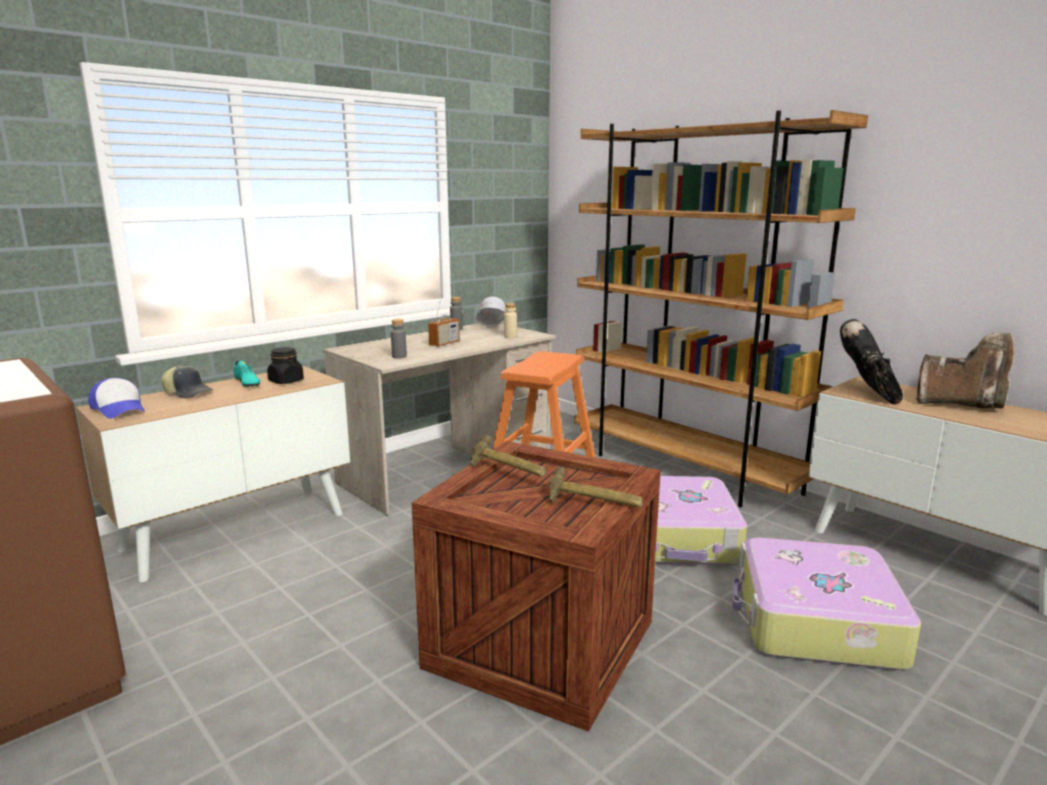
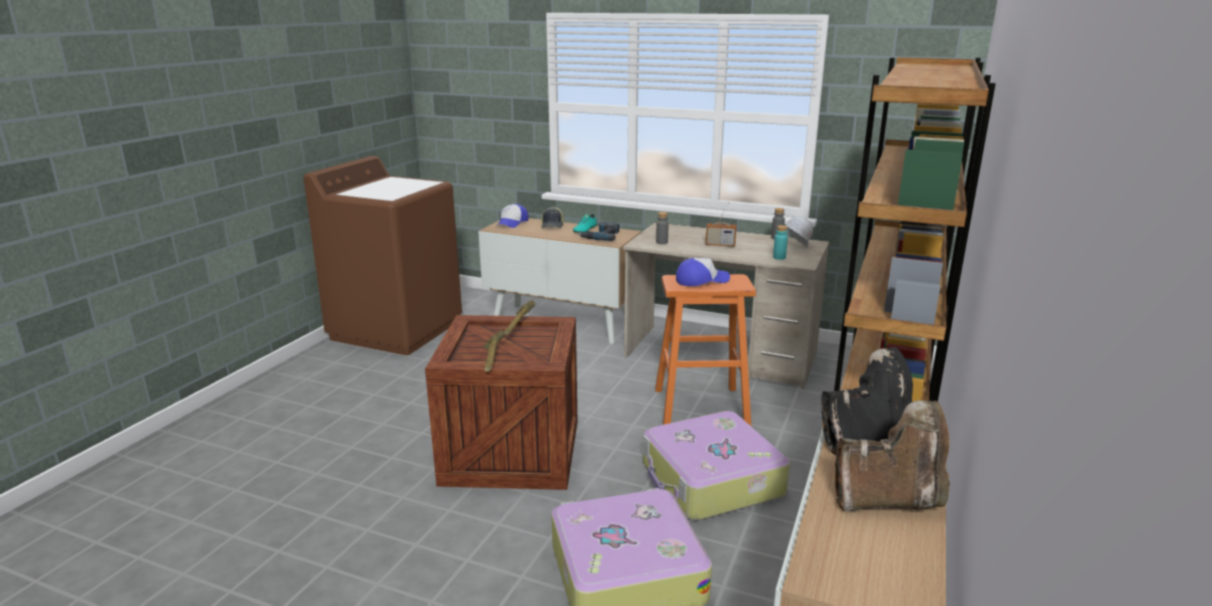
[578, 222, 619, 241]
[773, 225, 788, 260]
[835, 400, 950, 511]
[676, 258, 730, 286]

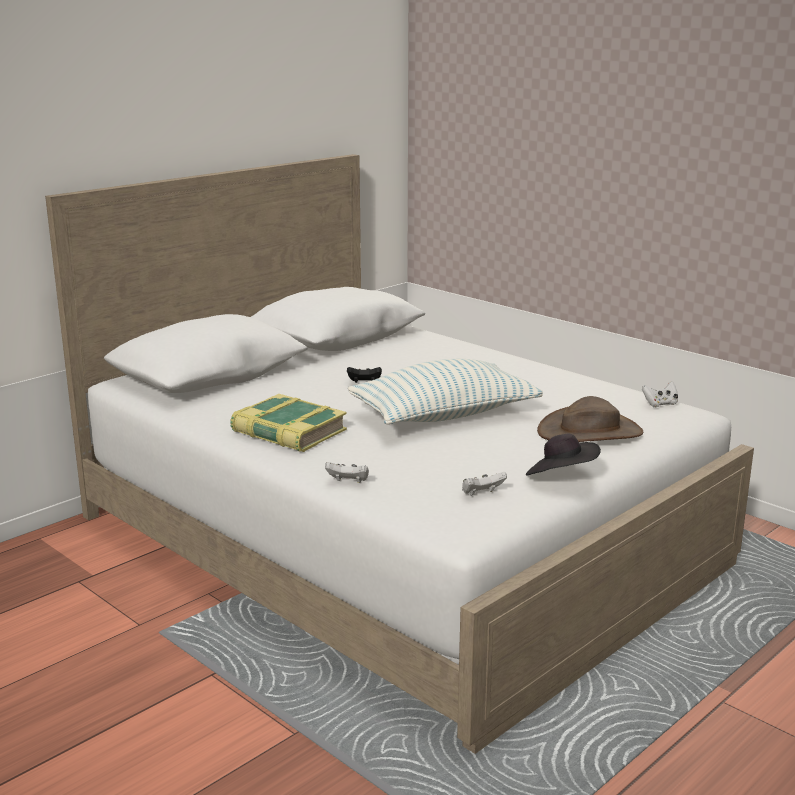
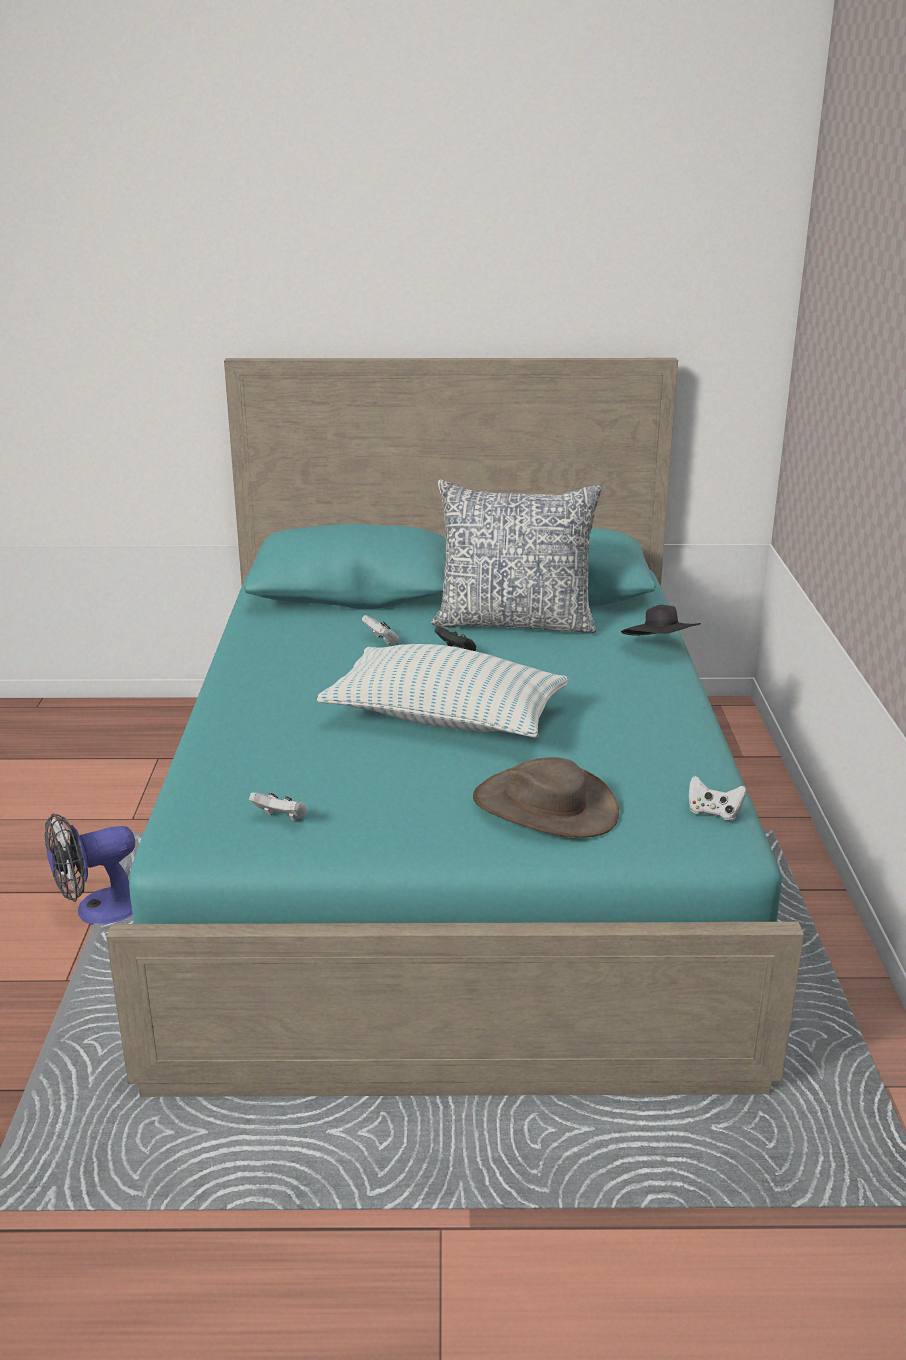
[106, 358, 804, 1097]
[230, 394, 347, 452] (first image)
[362, 615, 399, 645]
[621, 605, 701, 636]
[45, 813, 135, 925]
[431, 479, 602, 633]

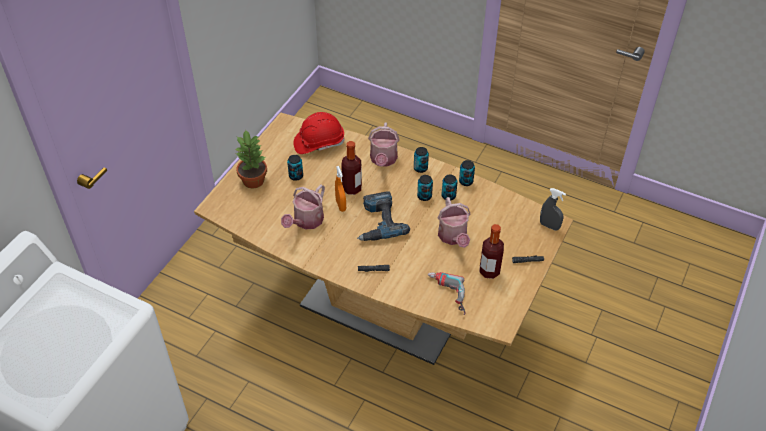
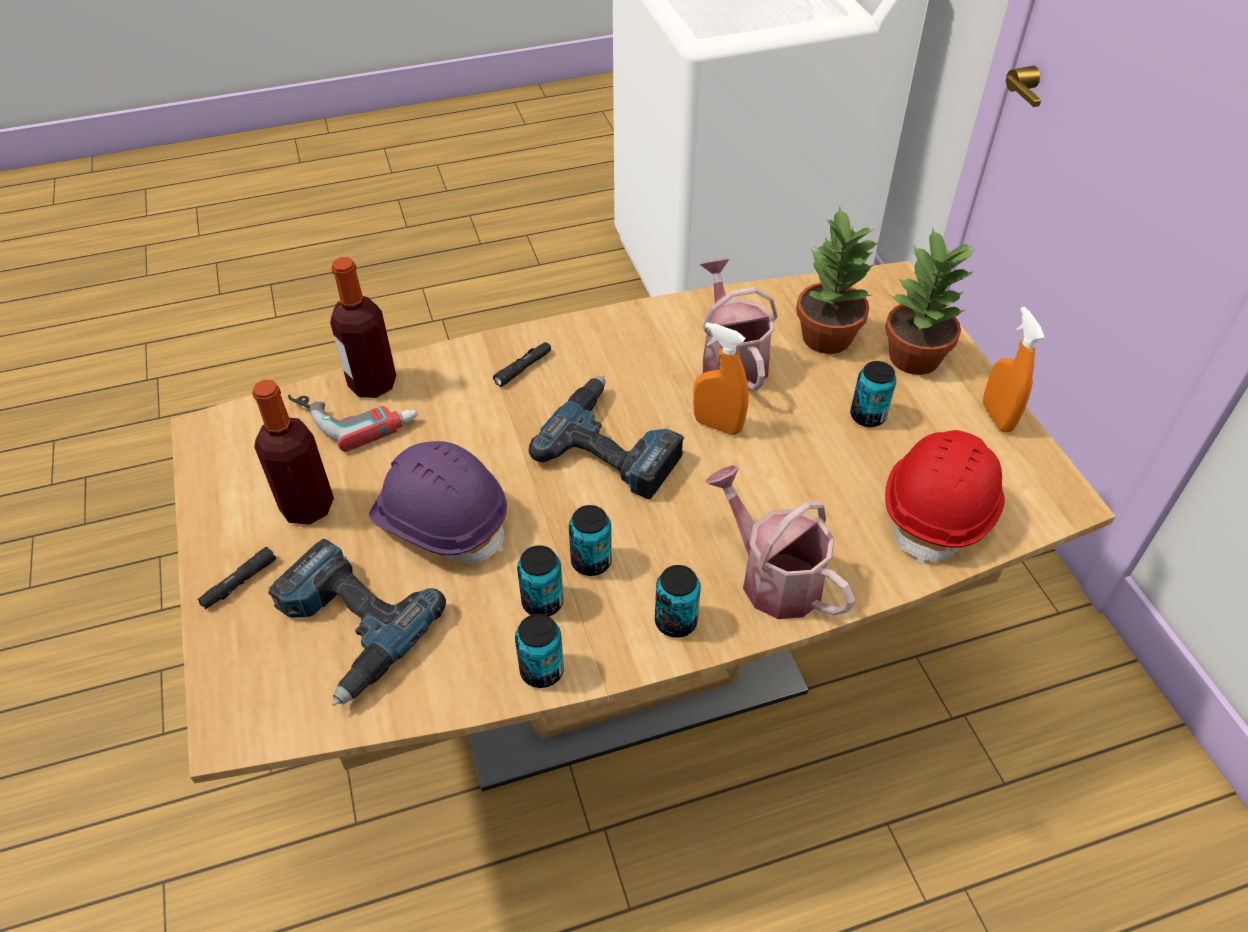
[330, 257, 396, 398]
[369, 441, 507, 563]
[540, 188, 566, 231] (first image)
[268, 539, 446, 706]
[796, 207, 880, 354]
[983, 307, 1045, 432]

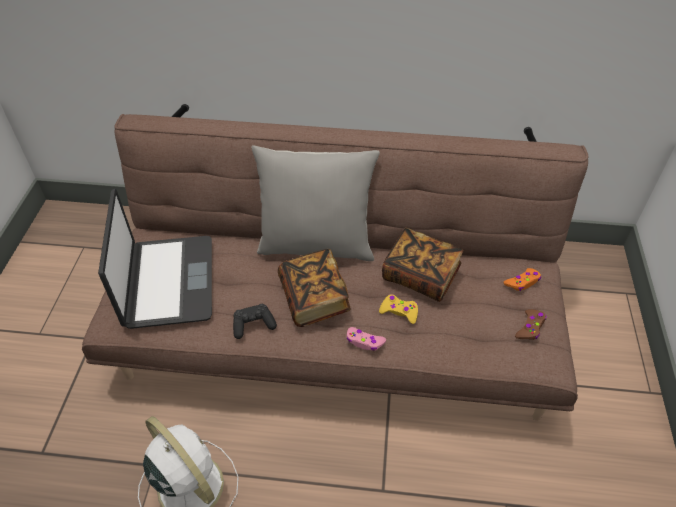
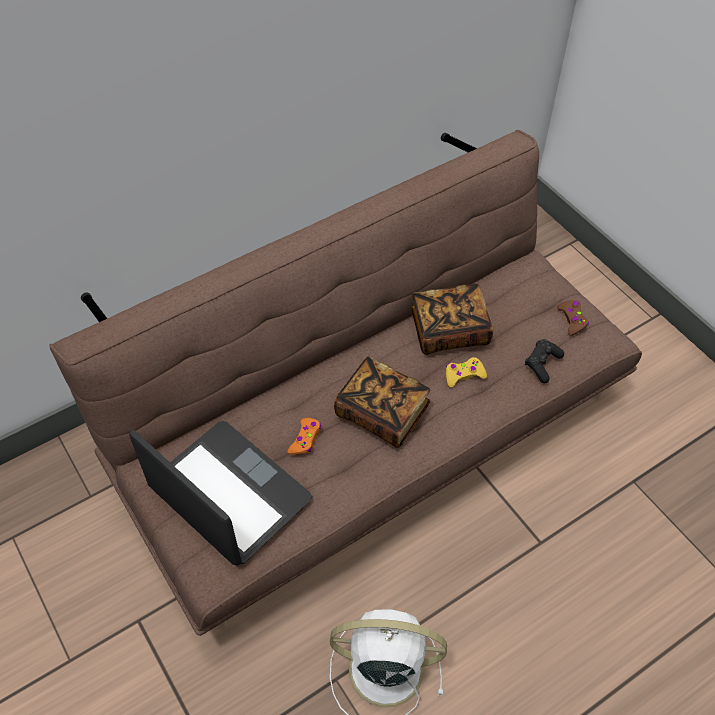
[525, 339, 564, 383]
[251, 145, 380, 261] (first image)
[347, 327, 386, 351] (first image)
[287, 418, 321, 455]

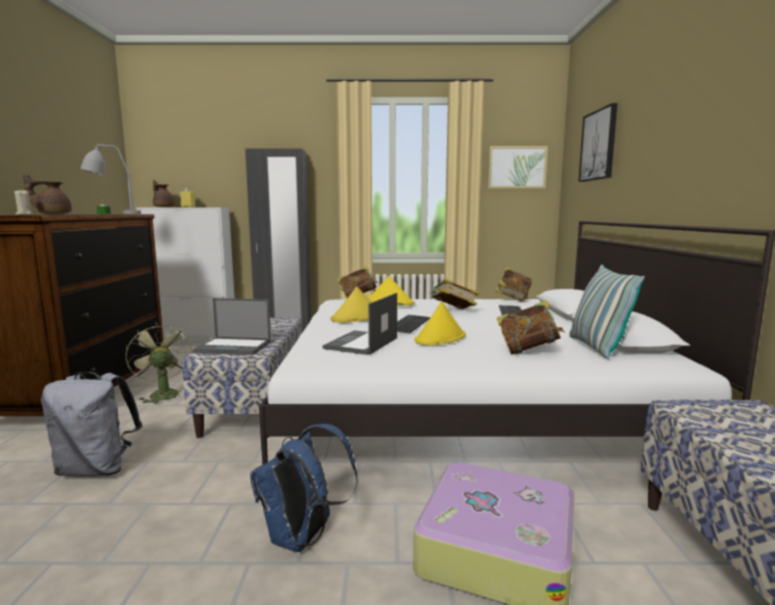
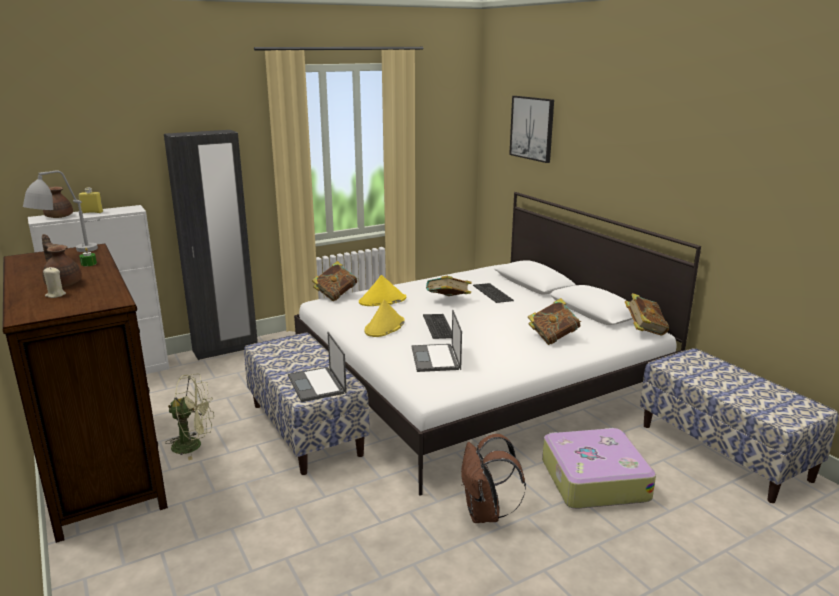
[42, 234, 82, 287]
[41, 372, 142, 477] (first image)
[165, 374, 214, 460]
[288, 332, 347, 402]
[461, 434, 526, 523]
[415, 301, 466, 345] (first image)
[488, 146, 548, 189] (first image)
[625, 293, 669, 335]
[570, 265, 645, 359] (first image)

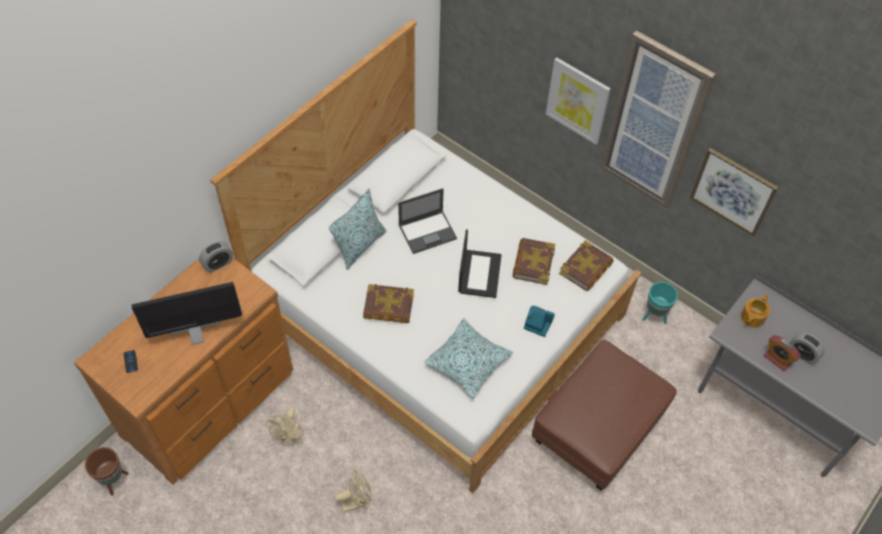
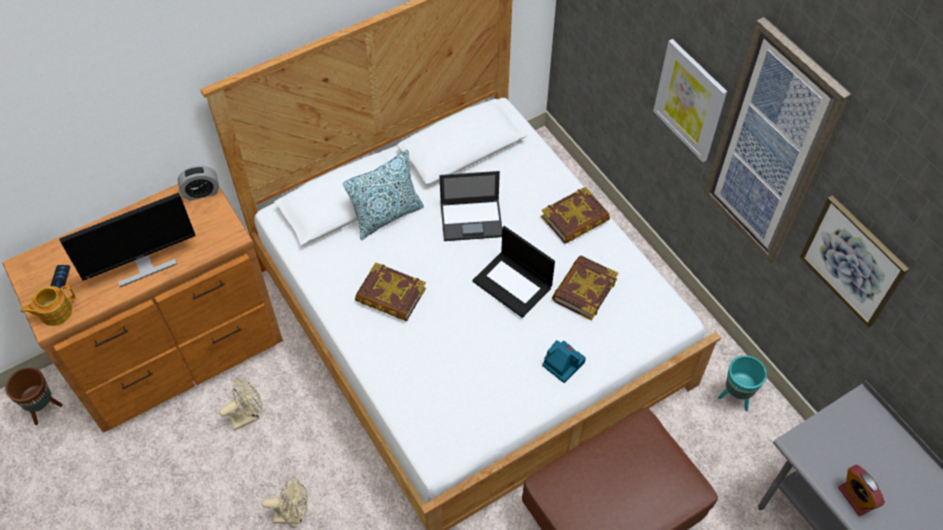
[59, 192, 196, 287]
[219, 378, 263, 430]
[424, 318, 513, 398] (first image)
[472, 226, 555, 318]
[541, 187, 610, 244]
[21, 285, 76, 326]
[790, 332, 825, 364] (first image)

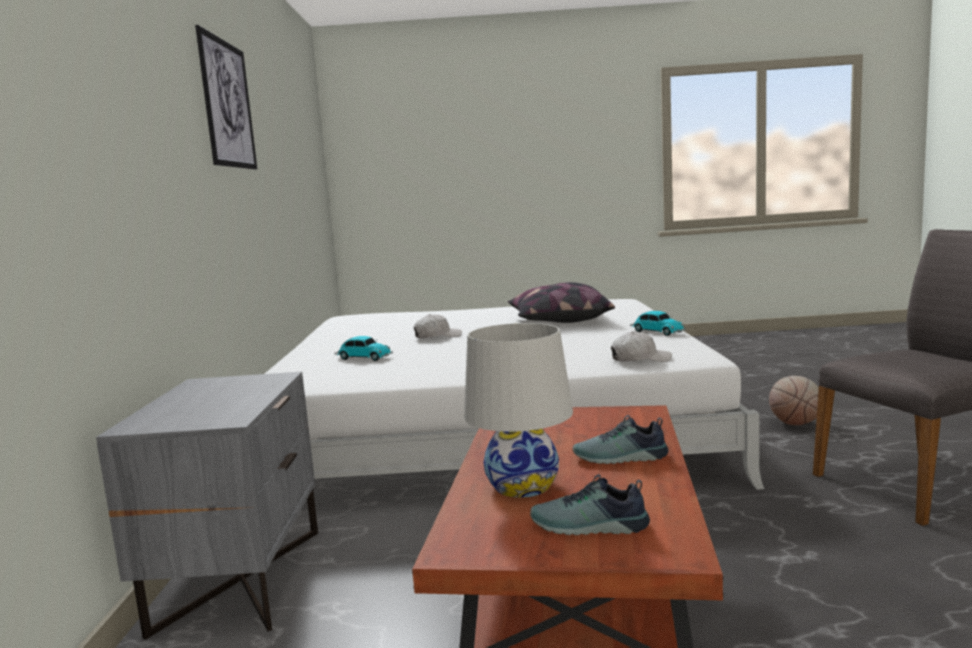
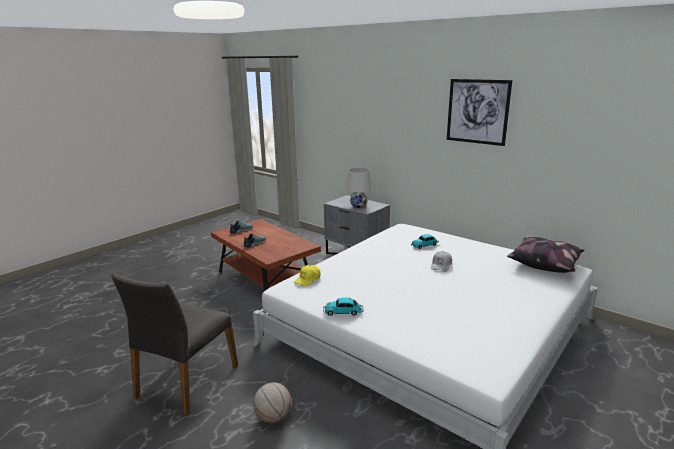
[346, 168, 371, 208]
[507, 237, 584, 273]
[294, 265, 321, 287]

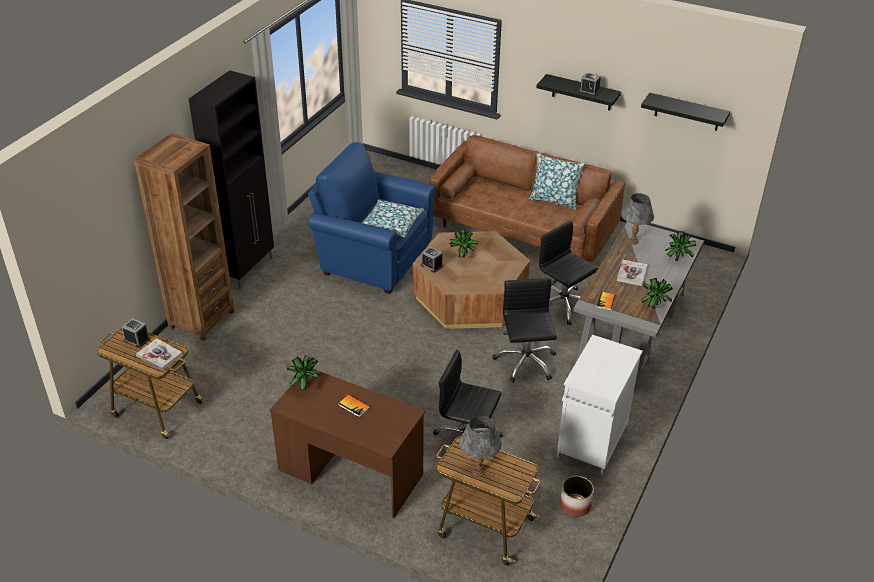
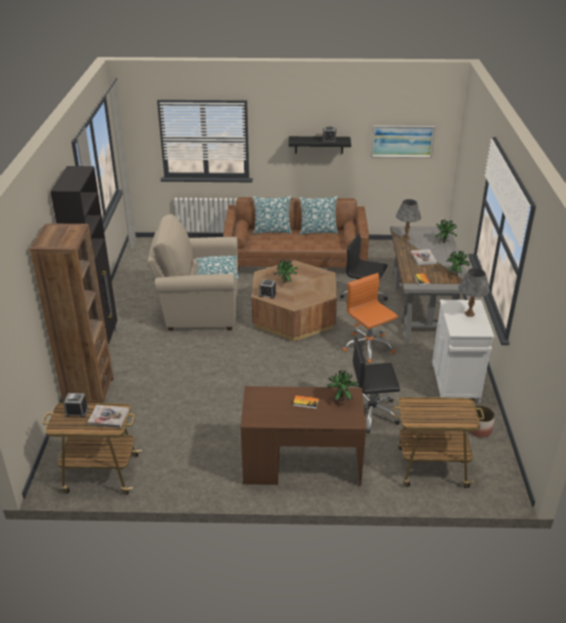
[327, 370, 359, 401]
[147, 214, 238, 331]
[458, 268, 490, 317]
[343, 273, 398, 363]
[371, 126, 435, 158]
[253, 196, 292, 234]

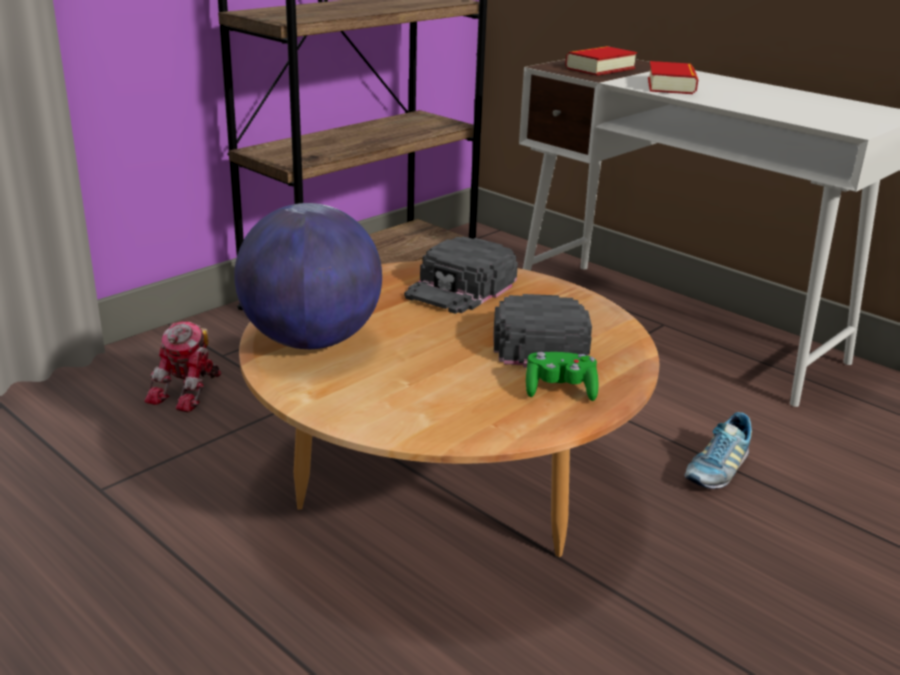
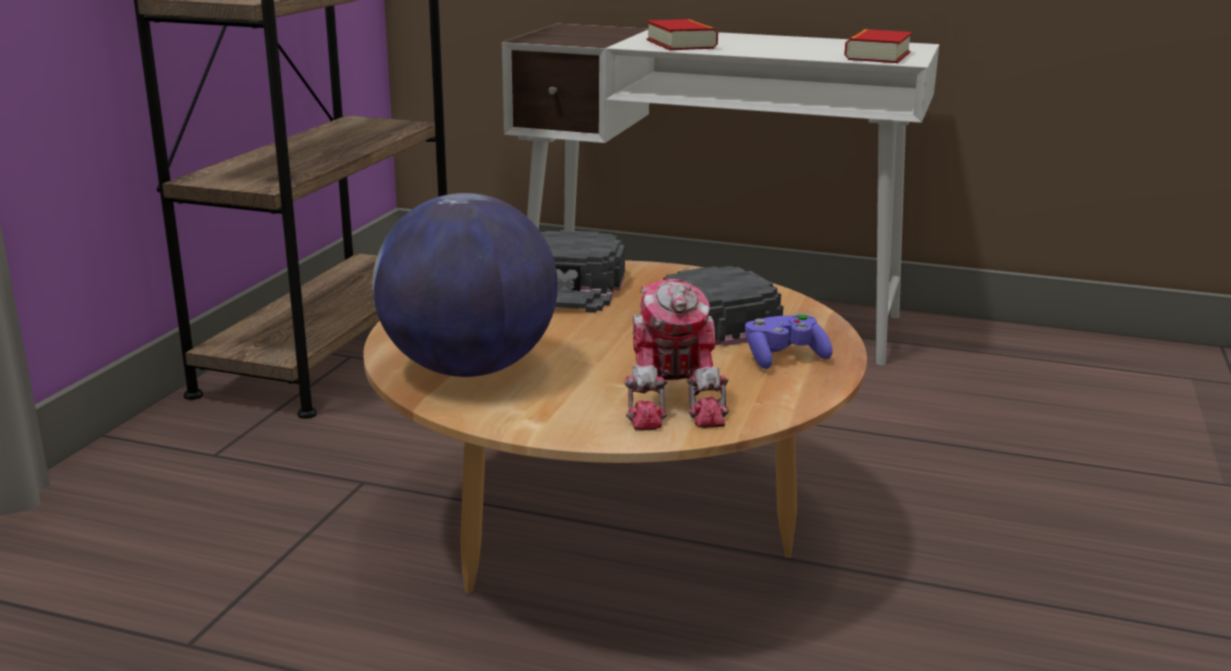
[624, 279, 729, 430]
[745, 313, 833, 369]
[844, 29, 912, 63]
[684, 412, 752, 489] (first image)

